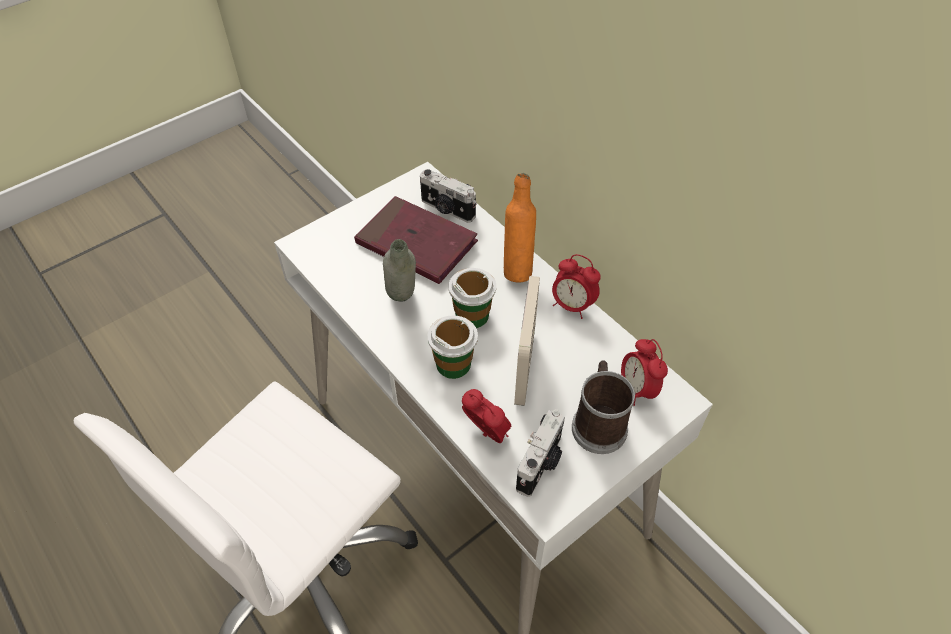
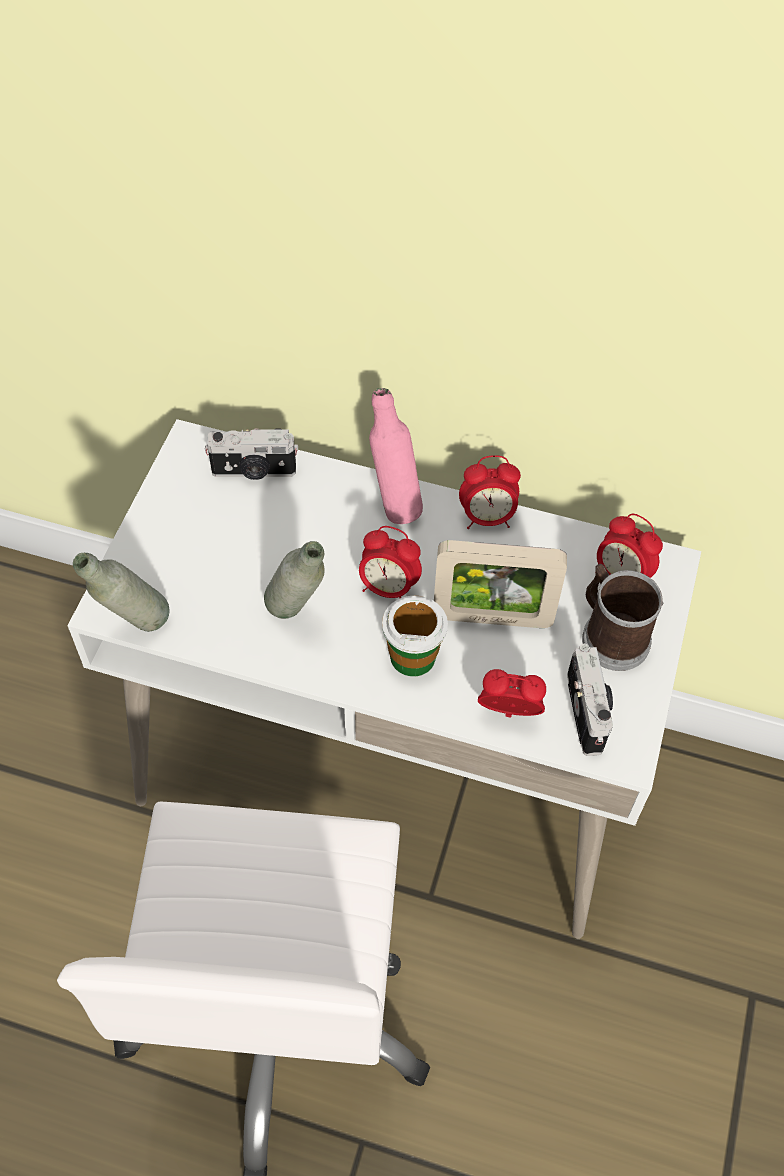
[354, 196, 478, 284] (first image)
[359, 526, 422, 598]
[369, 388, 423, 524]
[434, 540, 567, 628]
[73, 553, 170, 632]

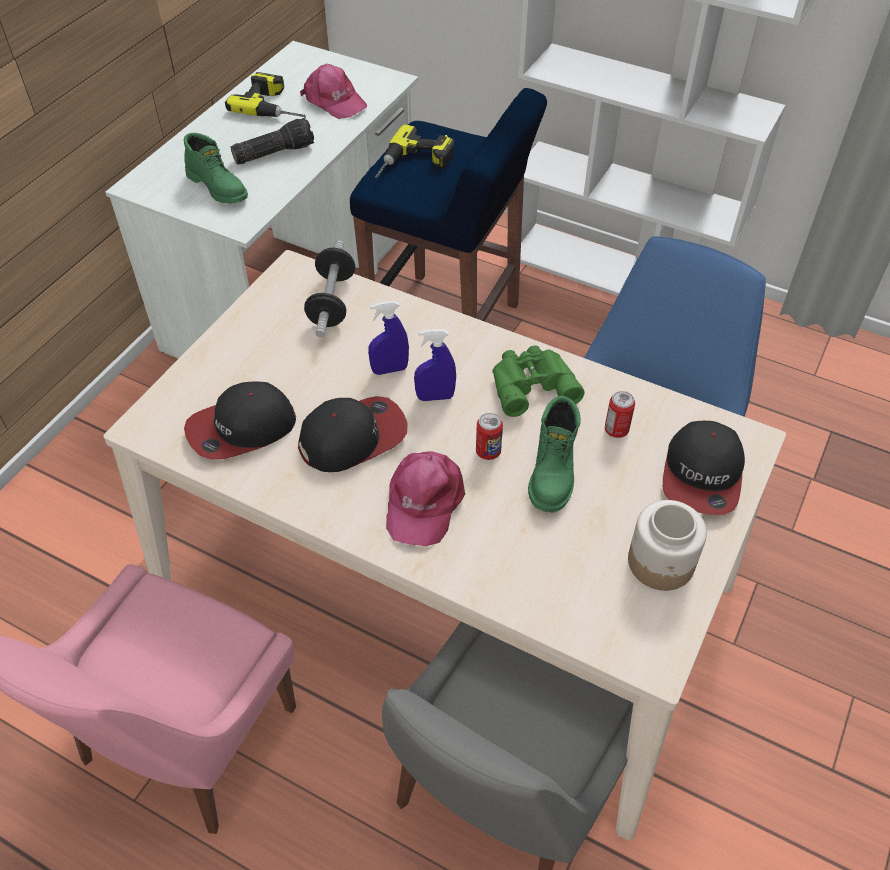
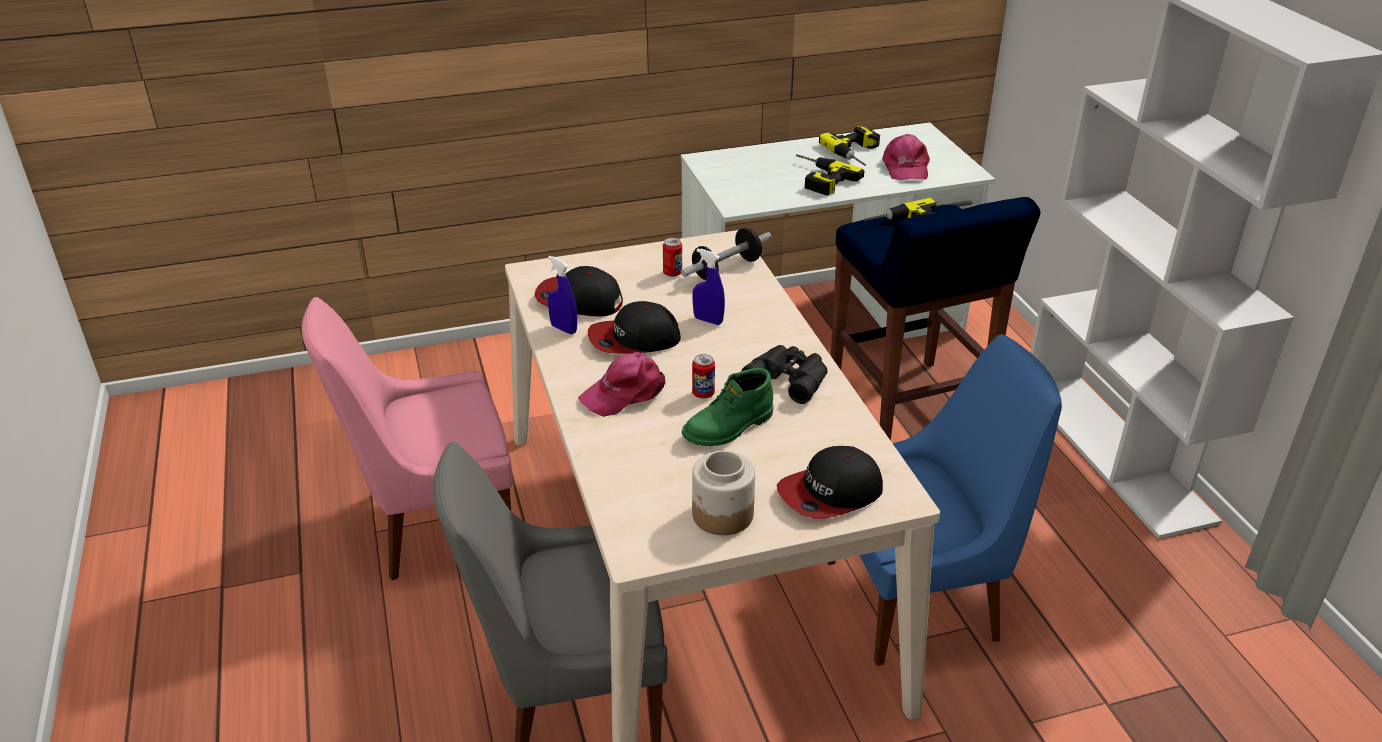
[184, 133, 248, 203] (first image)
[796, 154, 864, 196]
[588, 301, 681, 354]
[548, 256, 577, 334]
[741, 345, 828, 404]
[663, 238, 682, 277]

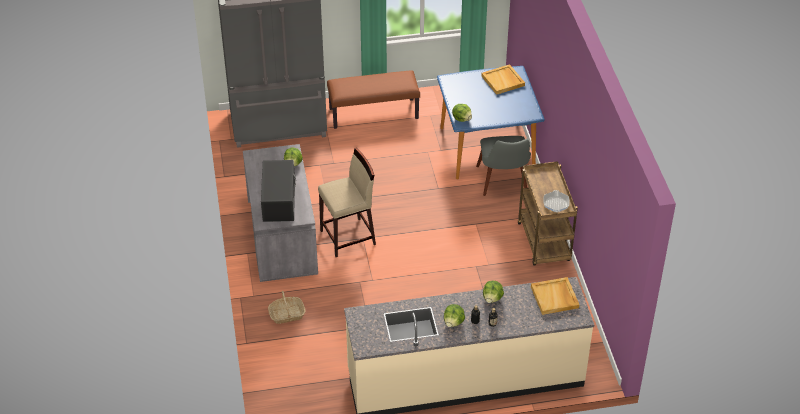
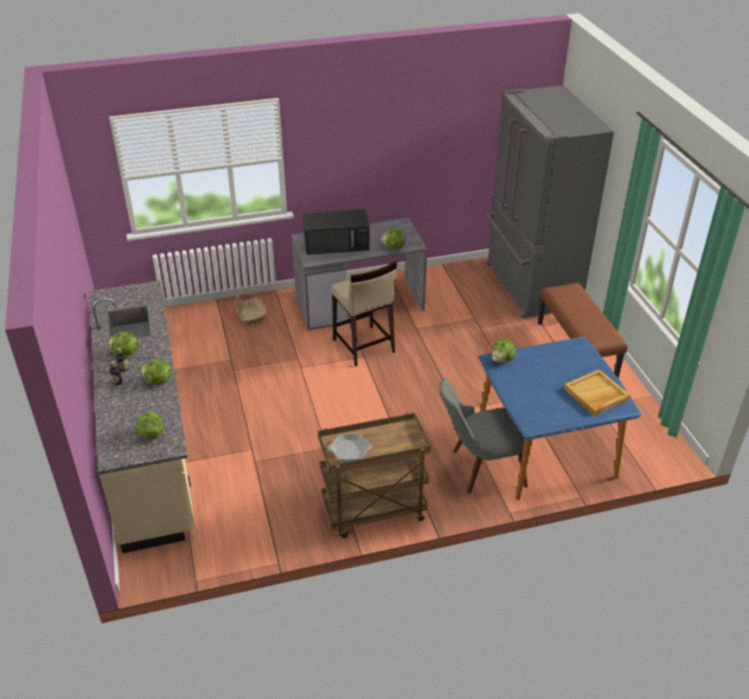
[135, 412, 163, 440]

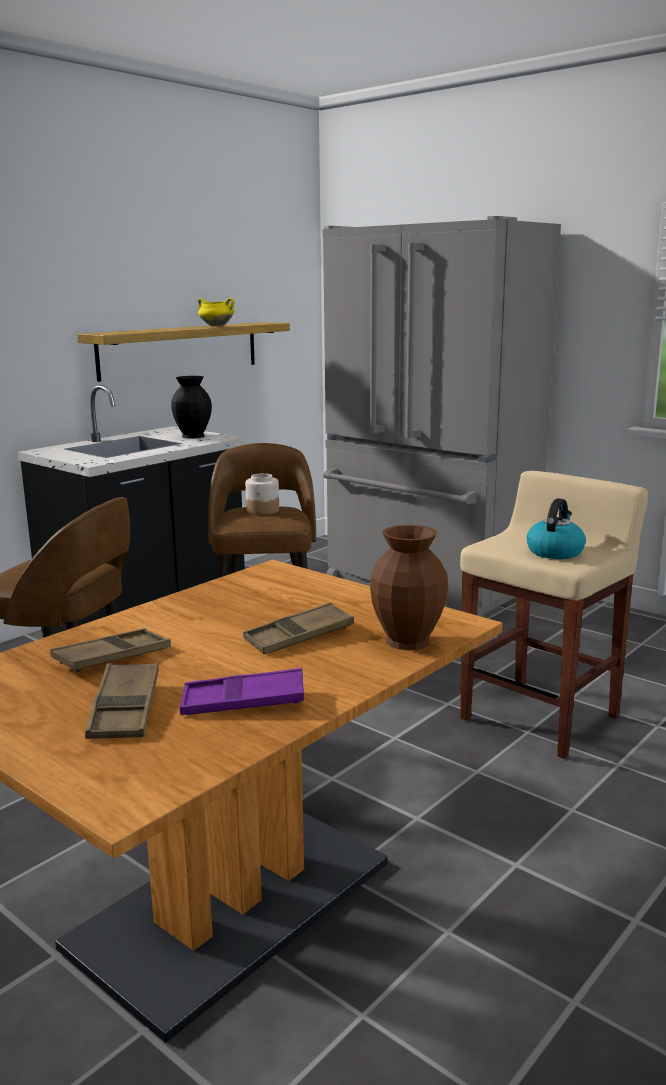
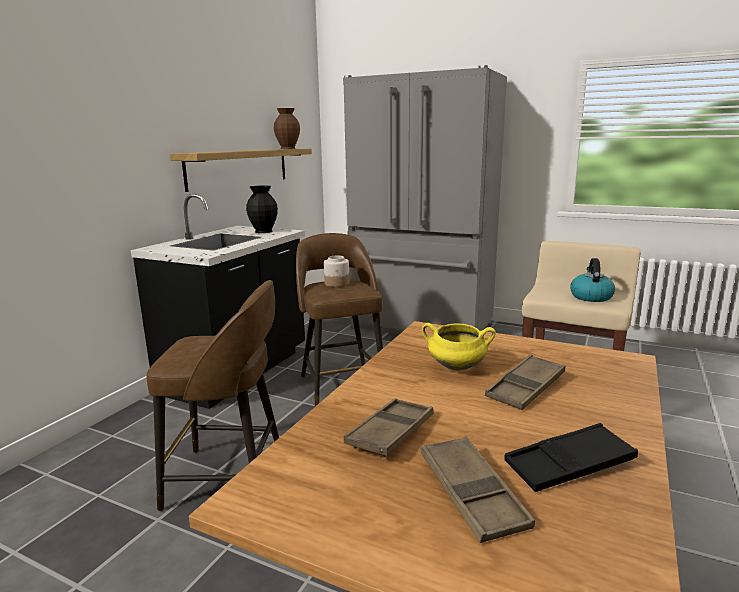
[504, 423, 638, 492]
[422, 323, 496, 371]
[274, 108, 300, 149]

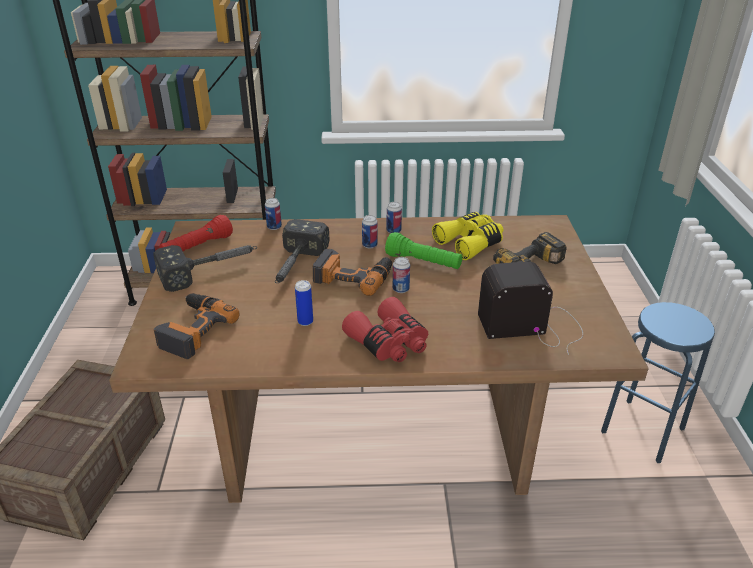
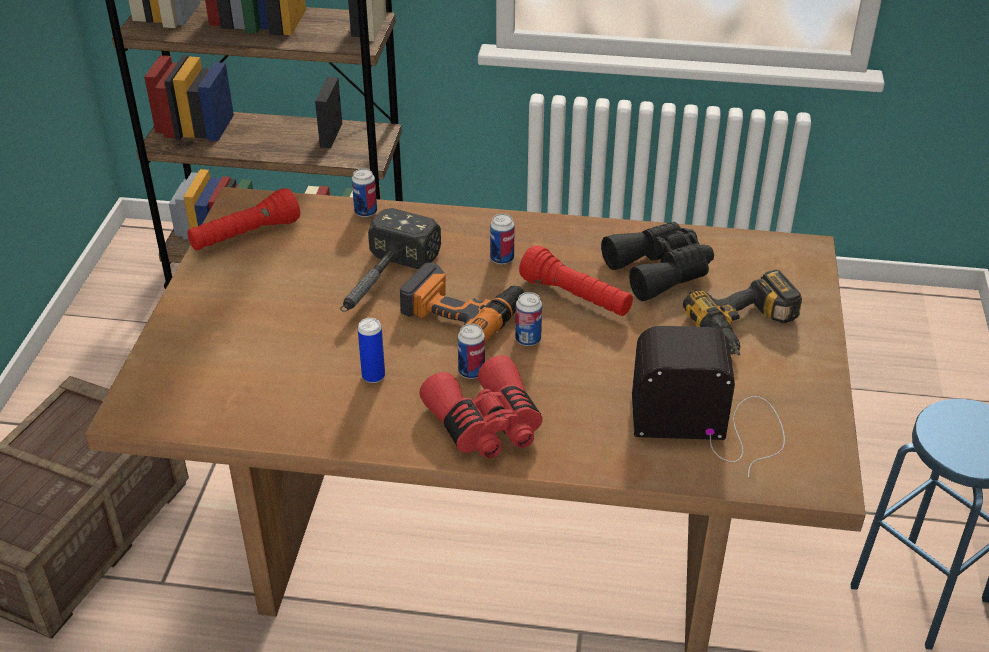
[153, 245, 257, 292] (first image)
[154, 293, 240, 359] (first image)
[519, 246, 633, 316]
[458, 324, 485, 379]
[601, 222, 714, 301]

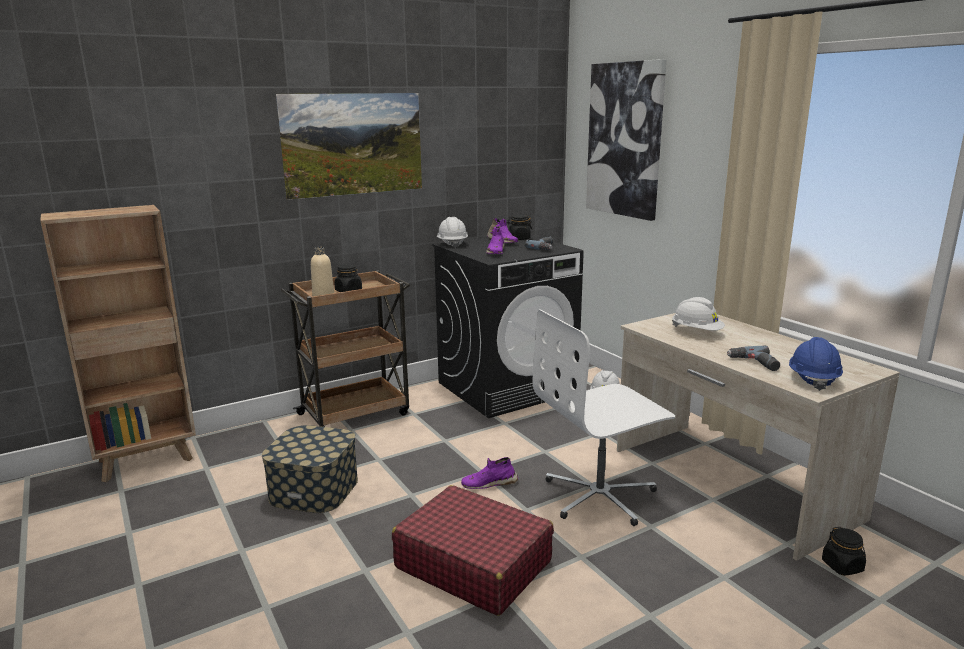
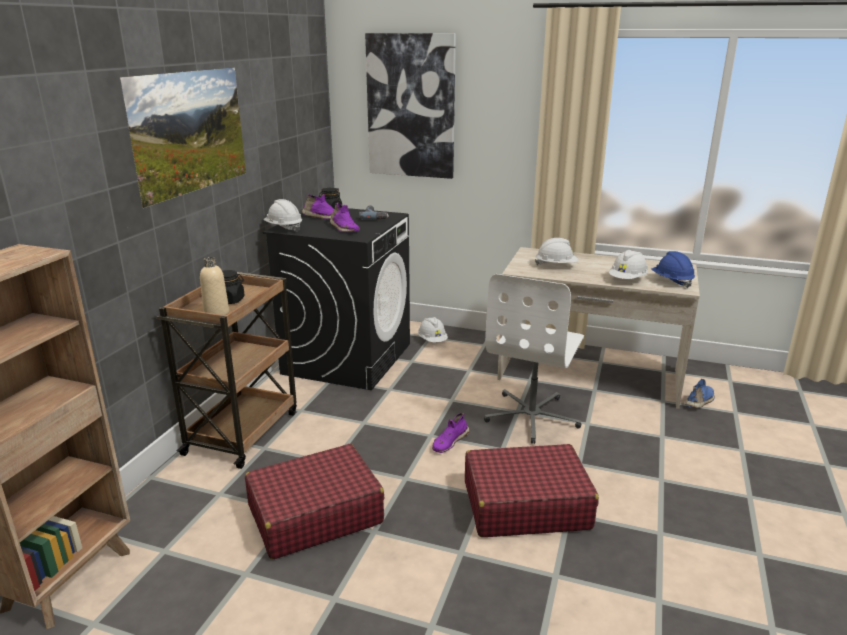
[245, 444, 384, 559]
[608, 250, 648, 279]
[685, 379, 714, 408]

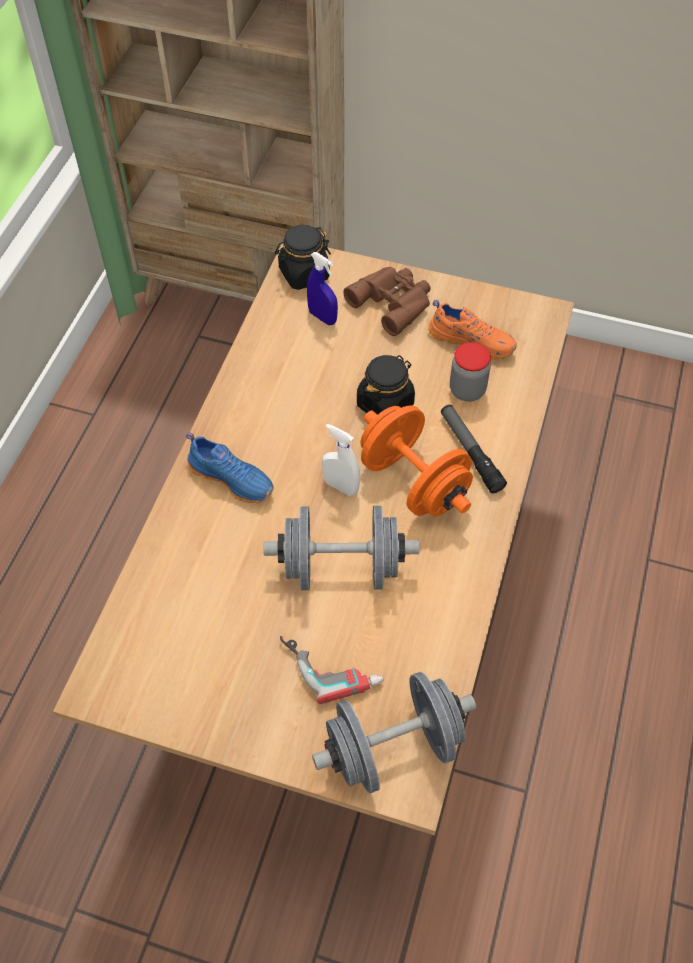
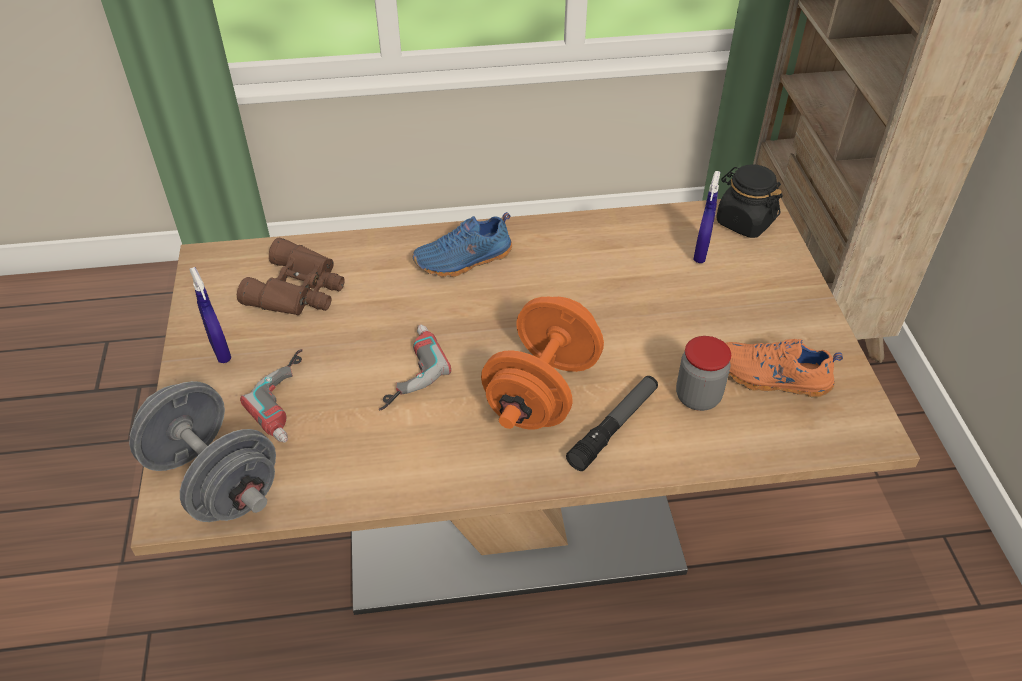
[412, 212, 512, 277]
[379, 324, 451, 411]
[322, 424, 360, 496] (first image)
[237, 238, 345, 315]
[357, 355, 415, 415] (first image)
[726, 339, 843, 397]
[190, 267, 231, 363]

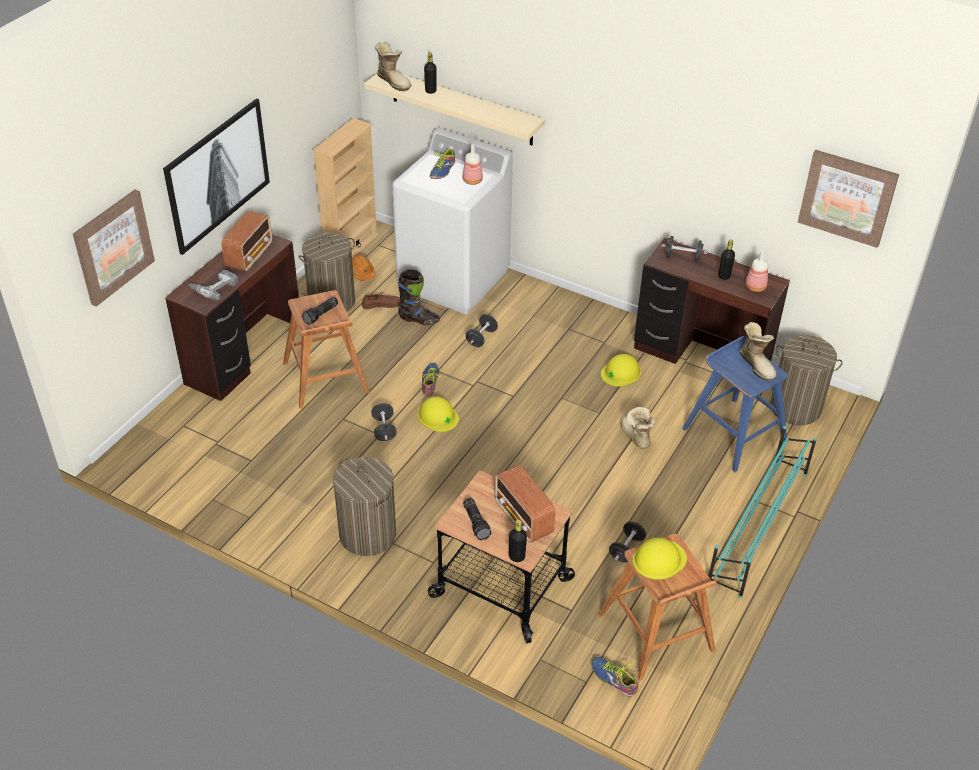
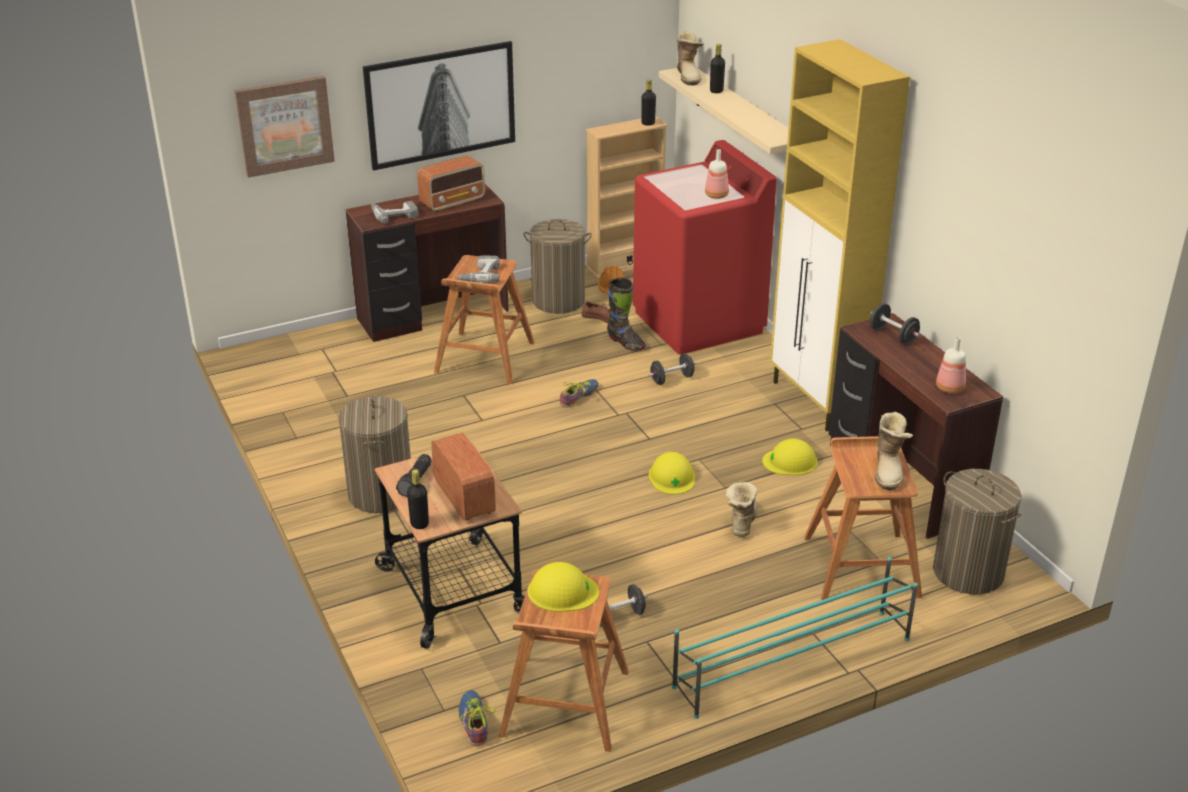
[456, 256, 500, 283]
[371, 403, 397, 441] (first image)
[633, 140, 777, 355]
[649, 452, 695, 494]
[430, 148, 455, 179] (first image)
[431, 432, 496, 520]
[804, 436, 922, 600]
[641, 79, 656, 126]
[798, 150, 899, 248] (first image)
[770, 39, 910, 431]

